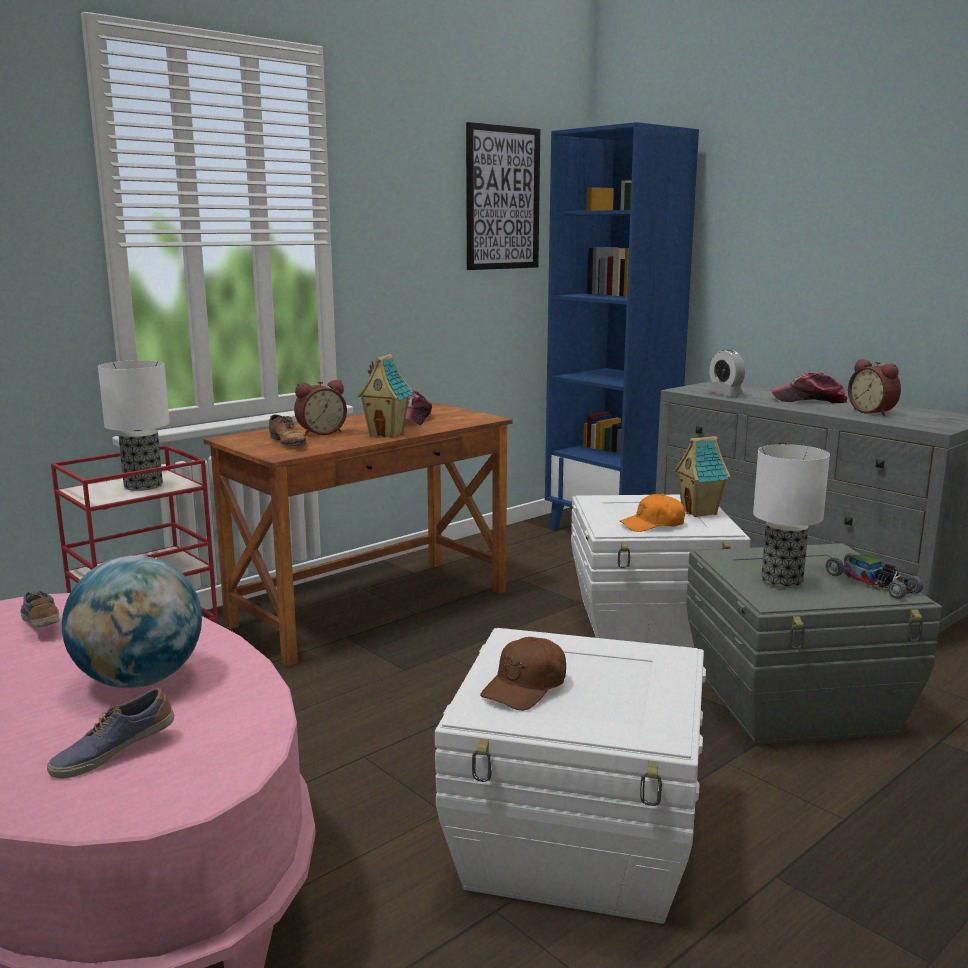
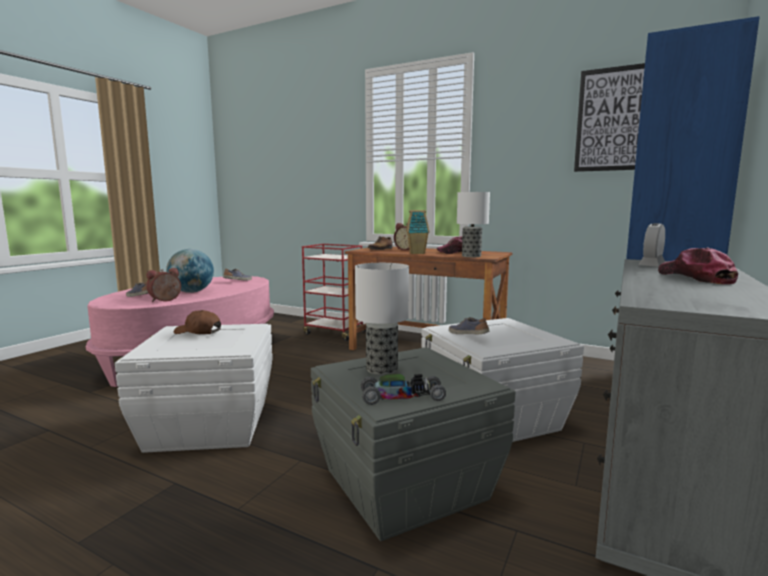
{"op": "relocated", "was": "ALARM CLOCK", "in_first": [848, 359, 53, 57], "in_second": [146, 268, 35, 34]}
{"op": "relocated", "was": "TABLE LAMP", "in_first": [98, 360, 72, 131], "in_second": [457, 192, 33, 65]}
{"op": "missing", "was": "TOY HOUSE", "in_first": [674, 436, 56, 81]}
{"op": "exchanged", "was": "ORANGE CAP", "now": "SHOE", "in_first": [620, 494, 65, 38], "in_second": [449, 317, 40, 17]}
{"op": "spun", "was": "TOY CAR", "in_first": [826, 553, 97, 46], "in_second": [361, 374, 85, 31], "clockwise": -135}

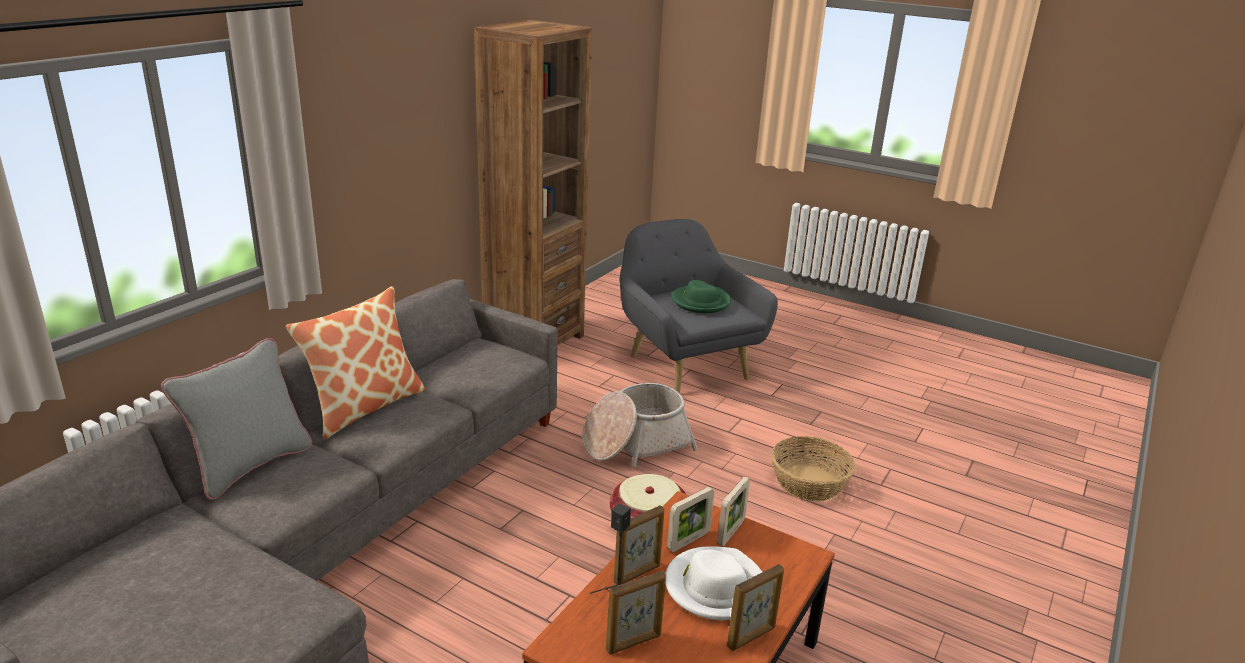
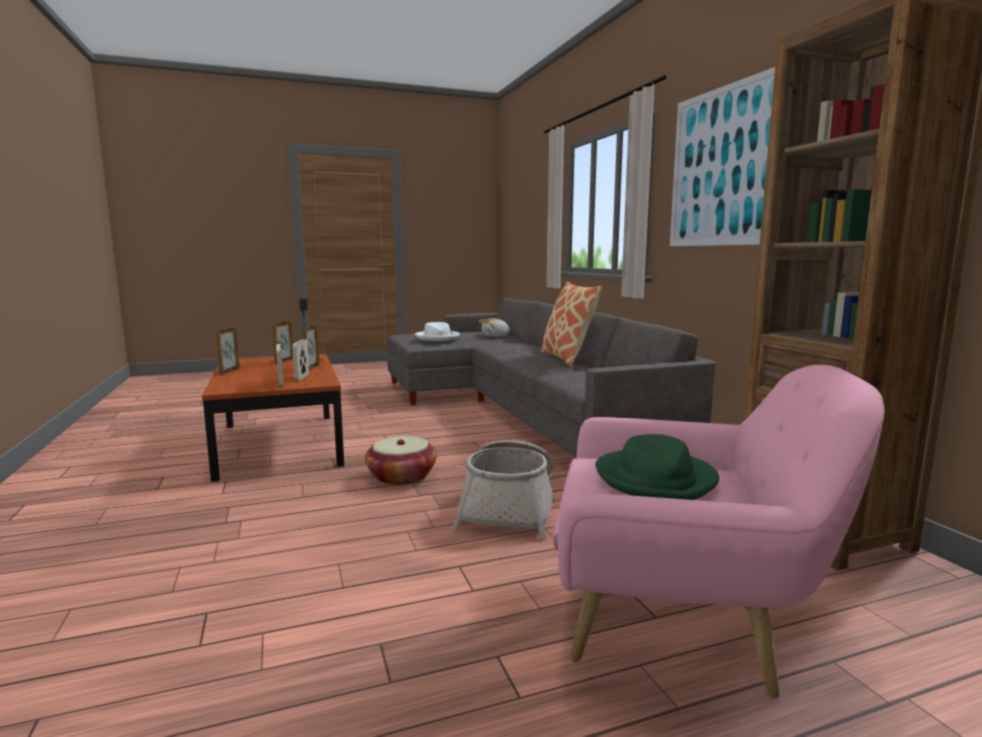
{"op": "colour", "was": "GREY ARMCHAIR", "now": "PINK ARMCHAIR", "in_first": [620, 219, 158, 174], "in_second": [553, 365, 332, 333]}
{"op": "missing", "was": "GREY PILLOW", "in_first": [161, 338, 151, 162]}
{"op": "missing", "was": "BASKET", "in_first": [771, 436, 84, 65]}
{"op": "relocated", "was": "WHITE HAT", "in_first": [665, 546, 97, 74], "in_second": [415, 322, 45, 19]}
{"op": "appeared", "now": "PICTURE", "in_second": [670, 67, 105, 179]}
{"op": "appeared", "now": "PLUSH TOY", "in_second": [479, 318, 32, 19]}

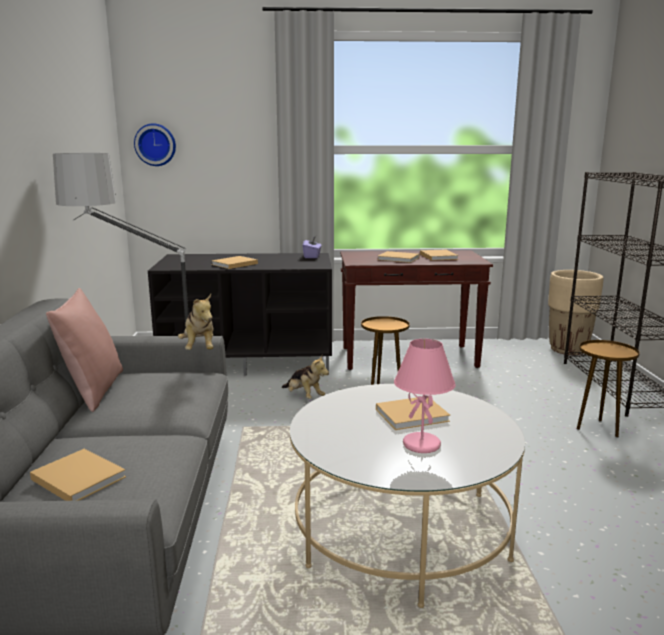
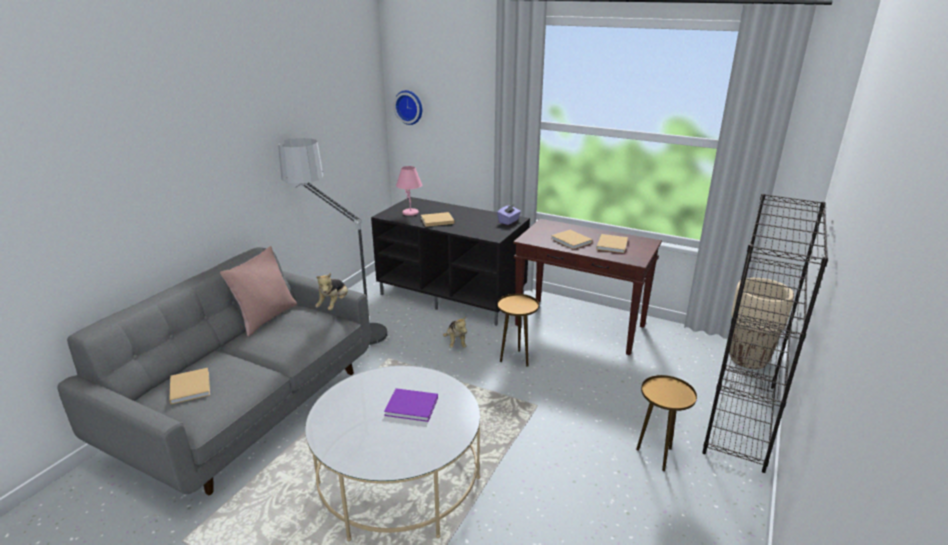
{"op": "relocated", "was": "PINK TABLE LAMP", "in_first": [394, 339, 62, 114], "in_second": [396, 166, 26, 50]}
{"op": "colour", "was": "BEIGE BOOK", "now": "PURPLE BOOK", "in_first": [376, 397, 74, 33], "in_second": [384, 388, 54, 34]}

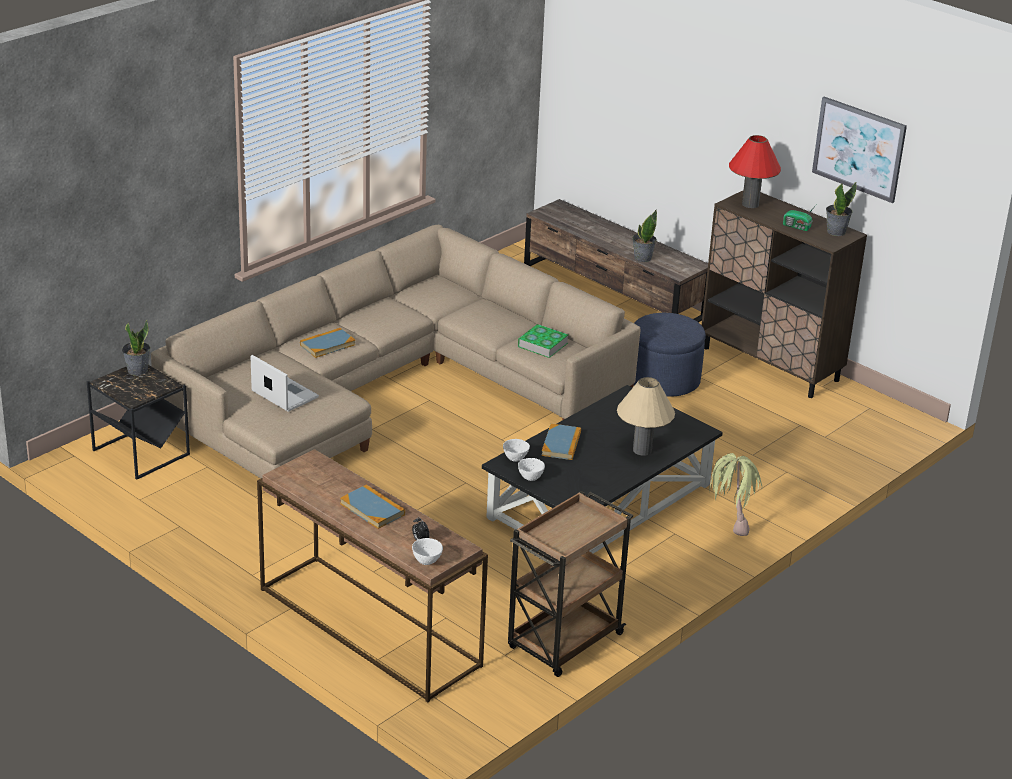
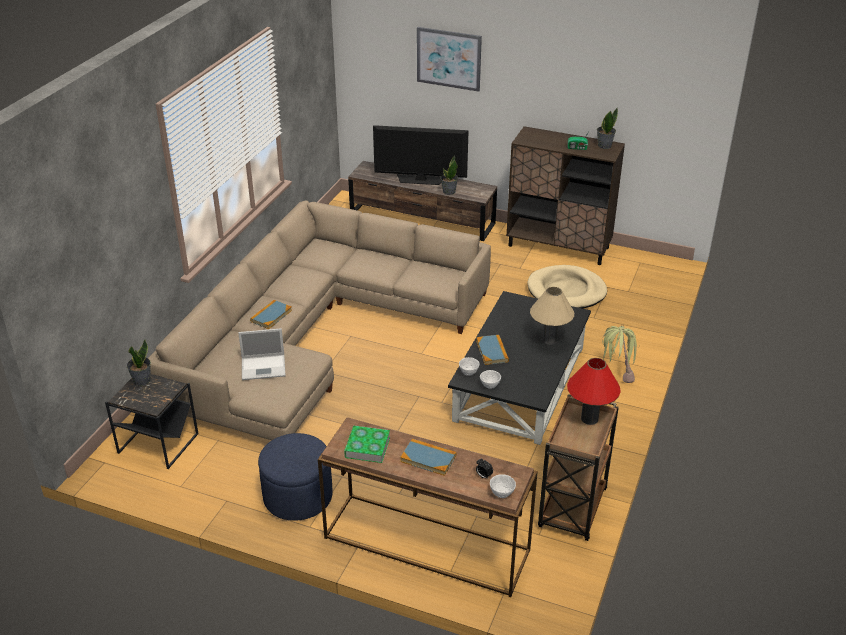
{"op": "relocated", "was": "PICTURE", "in_first": [812, 96, 95, 107], "in_second": [417, 27, 65, 65]}
{"op": "relocated", "was": "RED TABLE LAMP", "in_first": [729, 135, 52, 73], "in_second": [567, 358, 54, 67]}
{"op": "relocated", "was": "BLUE OTTOMAN", "in_first": [634, 313, 72, 84], "in_second": [258, 433, 75, 88]}
{"op": "relocated", "was": "BOOK", "in_first": [518, 324, 50, 34], "in_second": [344, 426, 46, 37]}
{"op": "spun", "was": "LAPTOP", "in_first": [250, 355, 69, 57], "in_second": [238, 328, 48, 52], "clockwise": 150}
{"op": "appeared", "now": "TELEVISION", "in_second": [373, 125, 96, 60]}
{"op": "appeared", "now": "BEIGE DOG BED", "in_second": [527, 265, 80, 44]}

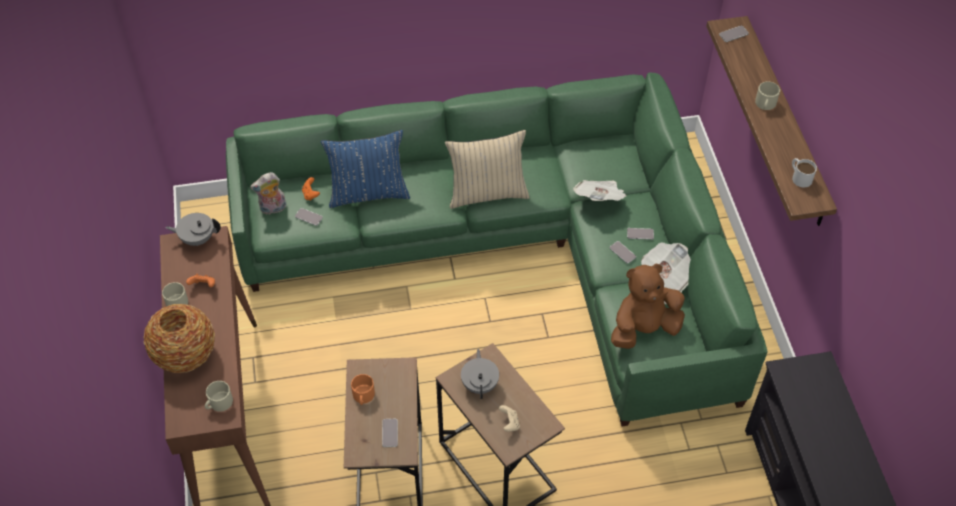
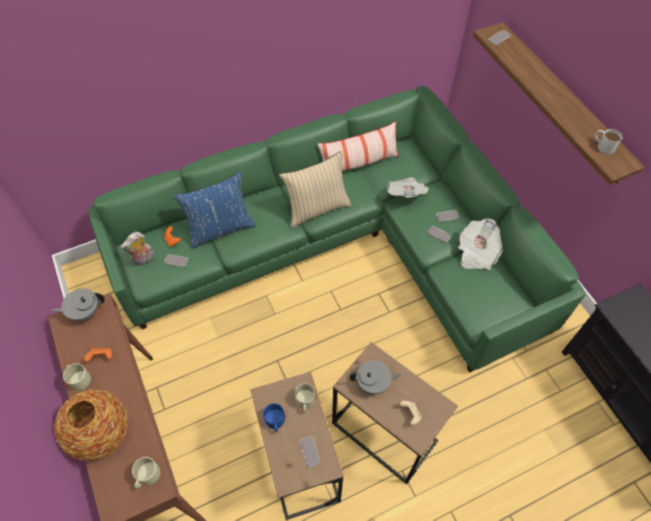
{"op": "relocated", "was": "BEIGE MUG", "in_first": [755, 82, 25, 28], "in_second": [295, 383, 20, 29]}
{"op": "missing", "was": "BROWN PLUSH TOY", "in_first": [611, 264, 74, 85]}
{"op": "spun", "was": "GREY TEAPOT", "in_first": [461, 349, 38, 50], "in_second": [350, 360, 51, 34], "clockwise": 105}
{"op": "colour", "was": "ORANGE MUG", "now": "BLUE MUG", "in_first": [351, 374, 24, 31], "in_second": [263, 403, 22, 29]}
{"op": "appeared", "now": "PILLOW", "in_second": [318, 121, 81, 50]}

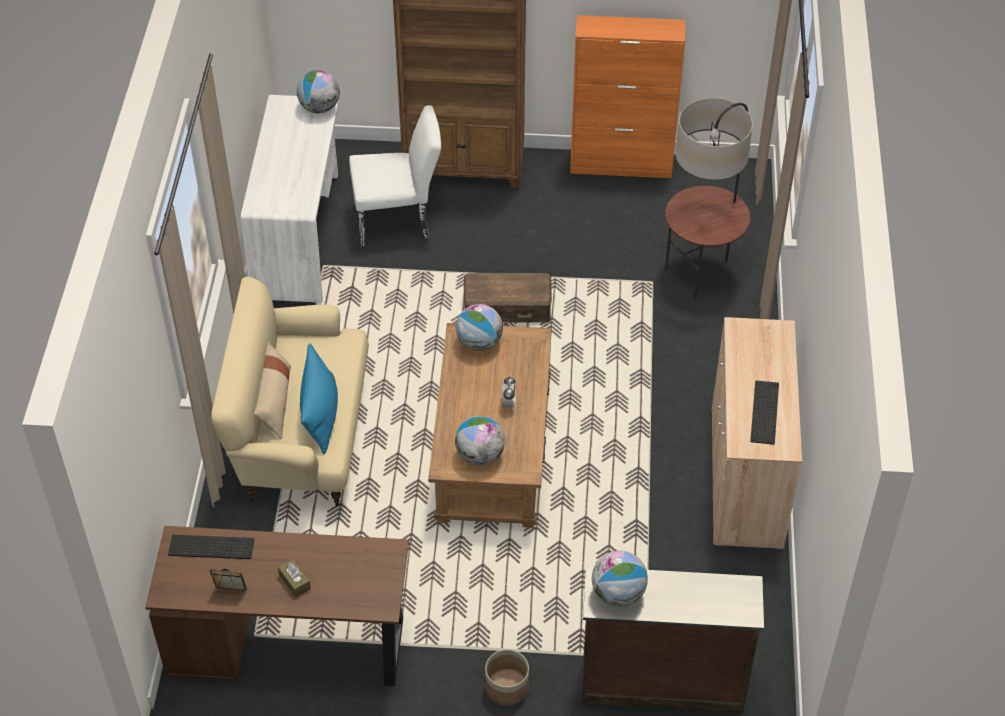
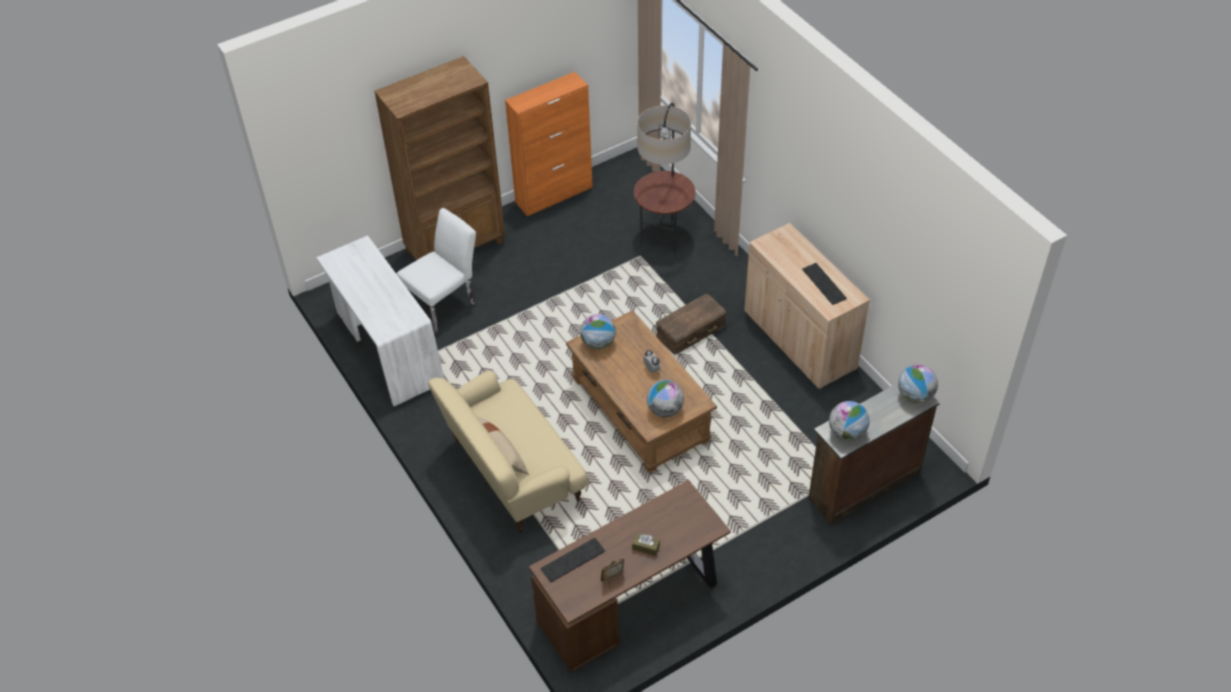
{"op": "relocated", "was": "GLOBE", "in_first": [297, 70, 43, 43], "in_second": [898, 364, 40, 39]}
{"op": "relocated", "was": "BROWN STORAGE BOX", "in_first": [463, 273, 89, 49], "in_second": [656, 294, 70, 61]}
{"op": "missing", "was": "BLUE PILLOW", "in_first": [300, 343, 38, 111]}
{"op": "missing", "was": "PLANTER", "in_first": [485, 649, 44, 56]}

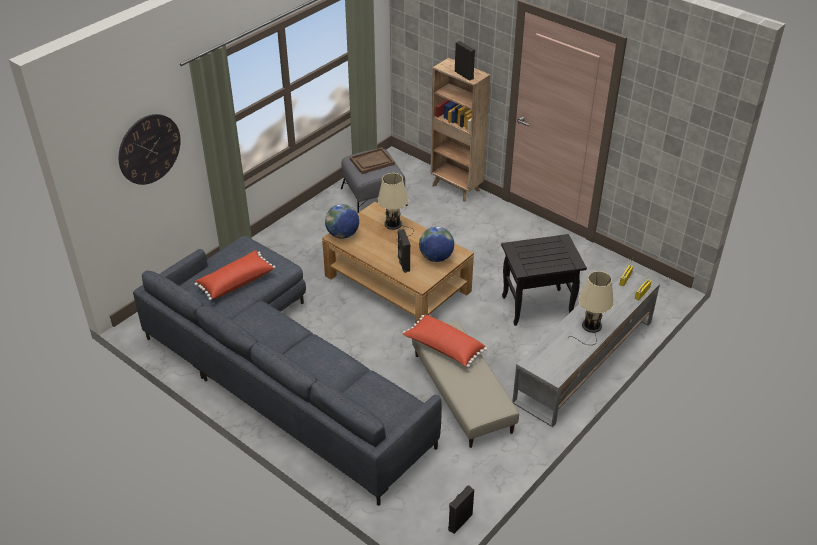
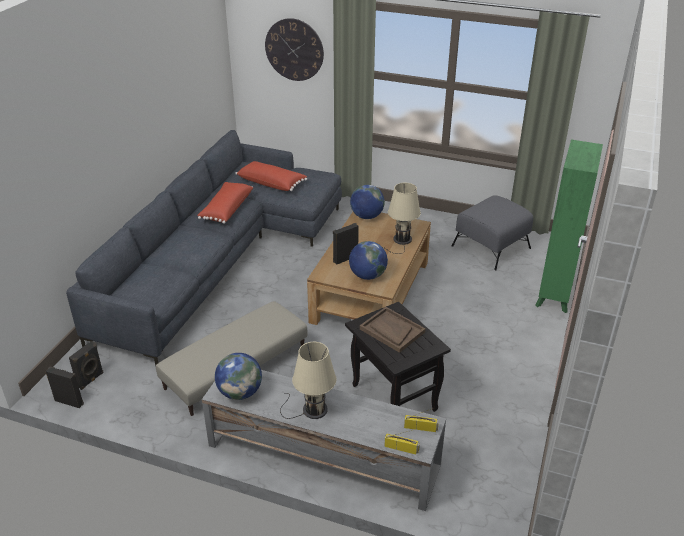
{"op": "relocated", "was": "BLACK SPEAKER", "in_first": [455, 41, 20, 40], "in_second": [69, 341, 35, 49]}
{"op": "colour", "was": "BROWN BOOKCASE", "now": "GREEN BOOKCASE", "in_first": [431, 58, 59, 144], "in_second": [535, 140, 68, 173]}
{"op": "relocated", "was": "BROWN TRAY", "in_first": [350, 148, 45, 26], "in_second": [360, 307, 66, 46]}
{"op": "relocated", "was": "RED PILLOW", "in_first": [403, 315, 84, 53], "in_second": [197, 182, 56, 42]}
{"op": "appeared", "now": "GLOBE", "in_second": [215, 353, 47, 47]}

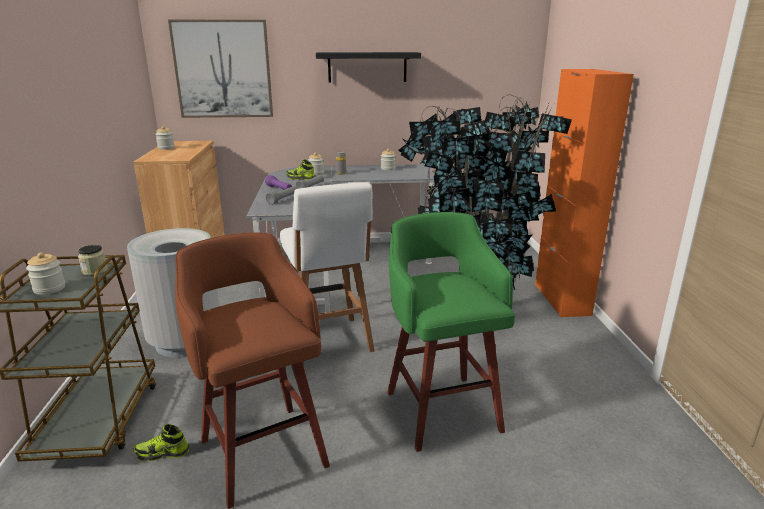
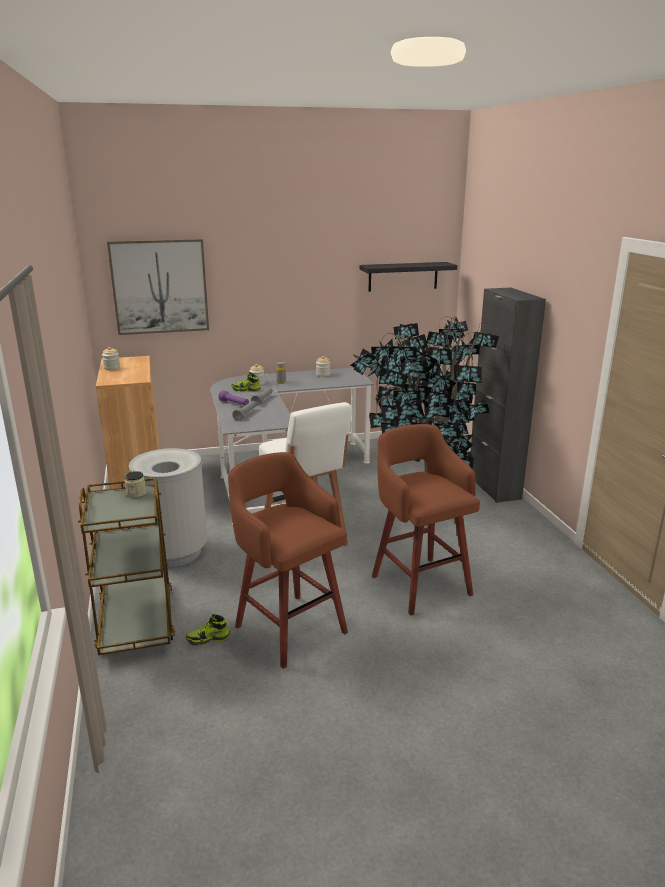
{"op": "relocated", "was": "BLACK SHELF", "in_first": [316, 52, 105, 30], "in_second": [359, 262, 98, 30]}
{"op": "colour", "was": "ORANGE CABINET", "now": "BLACK CABINET", "in_first": [535, 69, 99, 248], "in_second": [471, 287, 75, 216]}
{"op": "colour", "was": "GREEN STOOL", "now": "BROWN STOOL", "in_first": [387, 212, 128, 240], "in_second": [372, 424, 108, 192]}
{"op": "missing", "was": "JAR", "in_first": [26, 253, 39, 42]}

